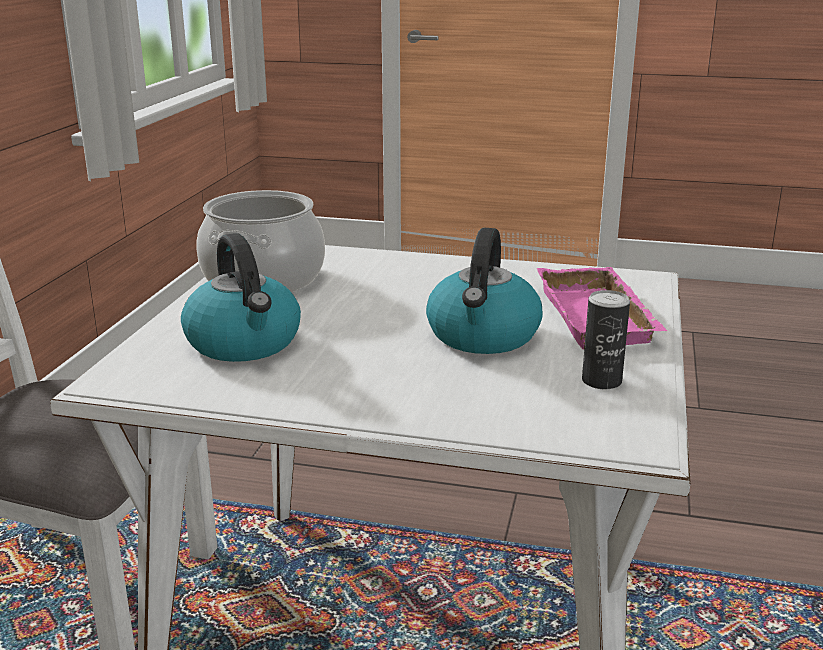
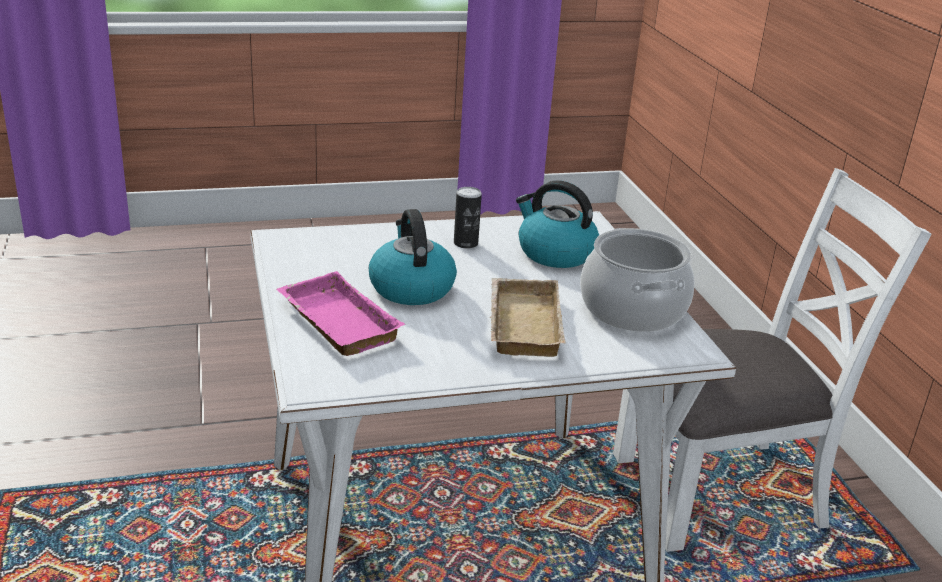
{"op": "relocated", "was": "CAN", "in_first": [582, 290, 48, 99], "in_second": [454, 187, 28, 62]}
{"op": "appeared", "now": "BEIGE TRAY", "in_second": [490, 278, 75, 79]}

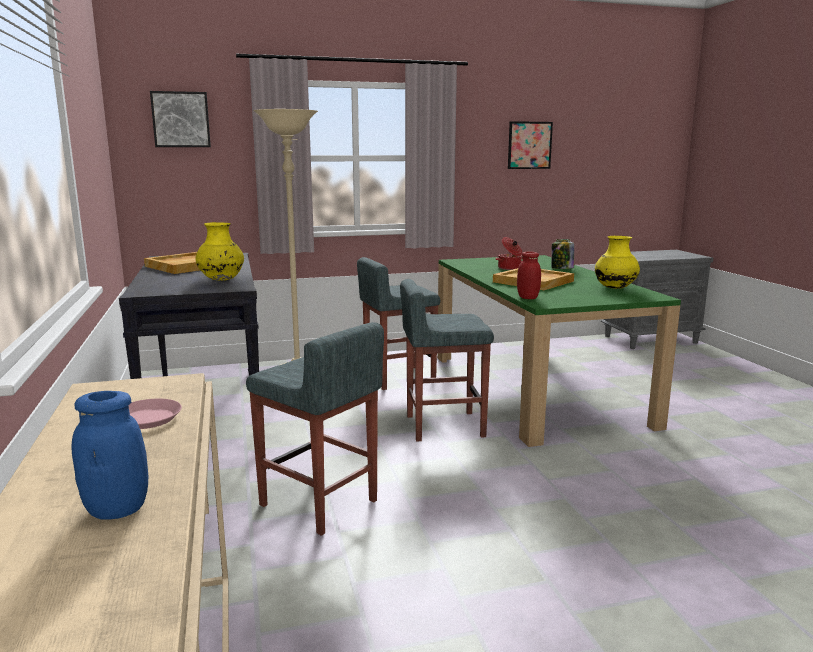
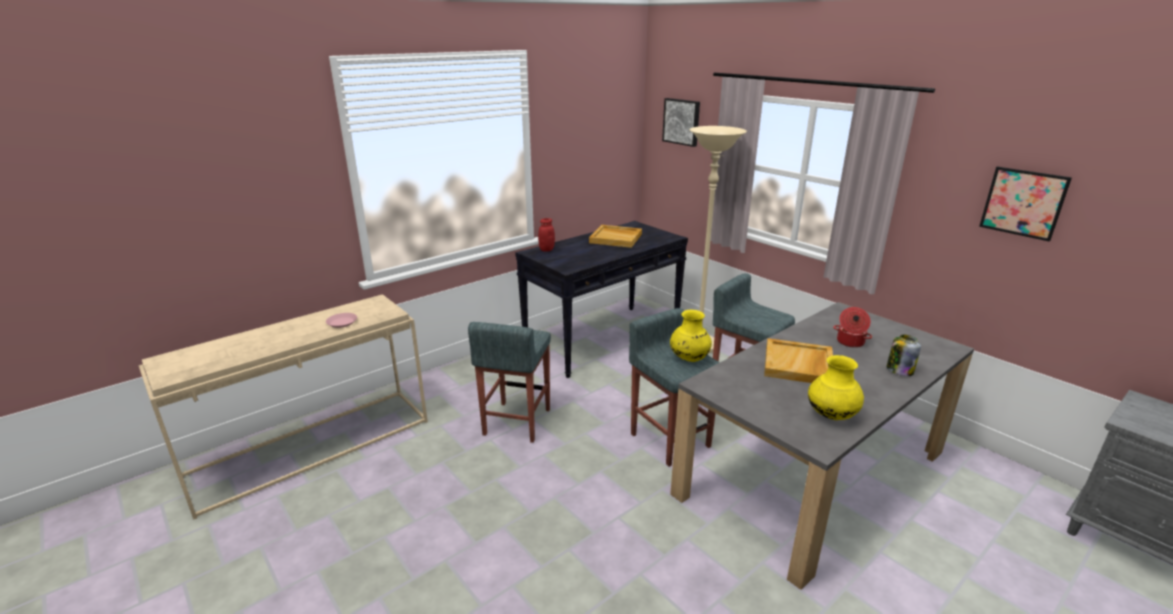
{"op": "relocated", "was": "YELLOW VASE", "in_first": [196, 222, 48, 59], "in_second": [670, 310, 42, 52]}
{"op": "relocated", "was": "RED JAR", "in_first": [517, 251, 24, 48], "in_second": [538, 218, 17, 34]}
{"op": "colour", "was": "GREEN DINING TABLE", "now": "GREY DINING TABLE", "in_first": [437, 255, 244, 192], "in_second": [670, 302, 304, 288]}
{"op": "missing", "was": "BLUE JAR", "in_first": [72, 391, 76, 129]}

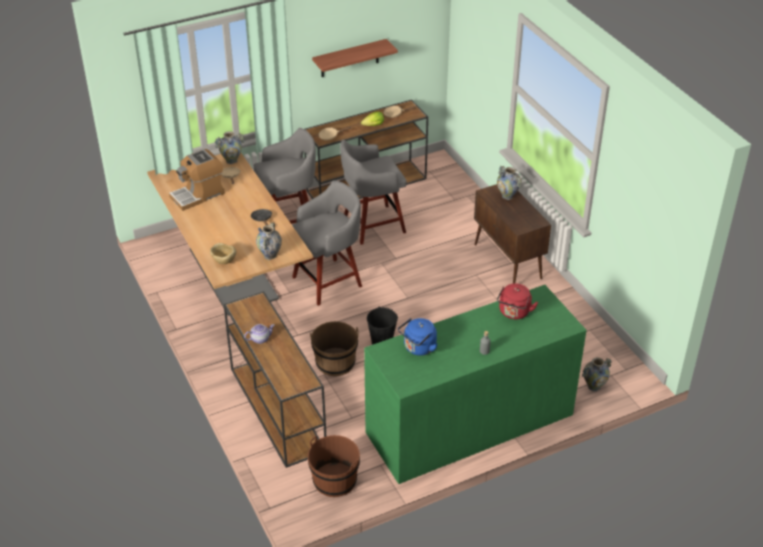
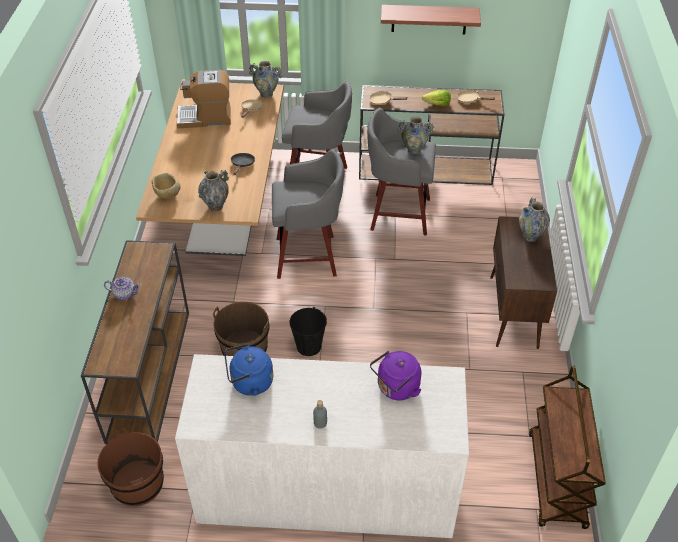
{"op": "colour", "was": "RED KETTLE", "now": "PURPLE KETTLE", "in_first": [497, 283, 41, 36], "in_second": [370, 351, 51, 49]}
{"op": "colour", "was": "GREEN DRESSER", "now": "WHITE DRESSER", "in_first": [364, 285, 223, 199], "in_second": [175, 354, 294, 184]}
{"op": "relocated", "was": "VASE", "in_first": [582, 357, 30, 34], "in_second": [398, 117, 36, 38]}
{"op": "appeared", "now": "BROWN CART", "in_second": [529, 366, 77, 163]}

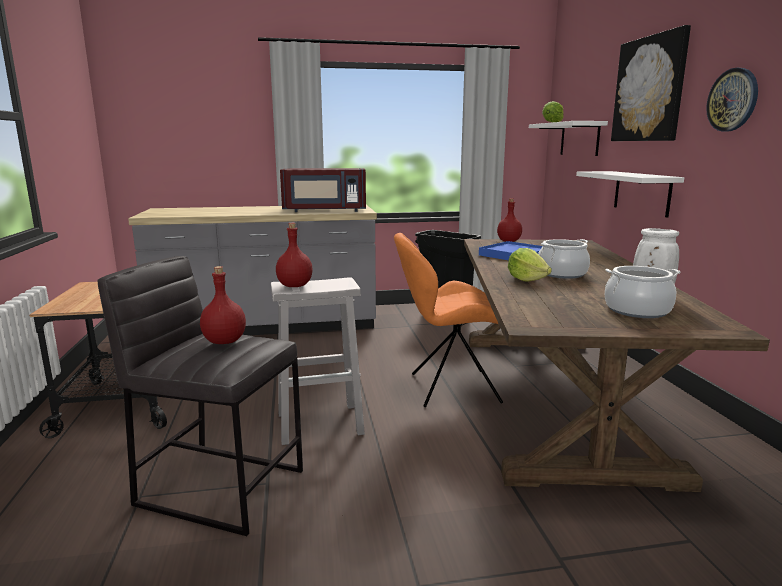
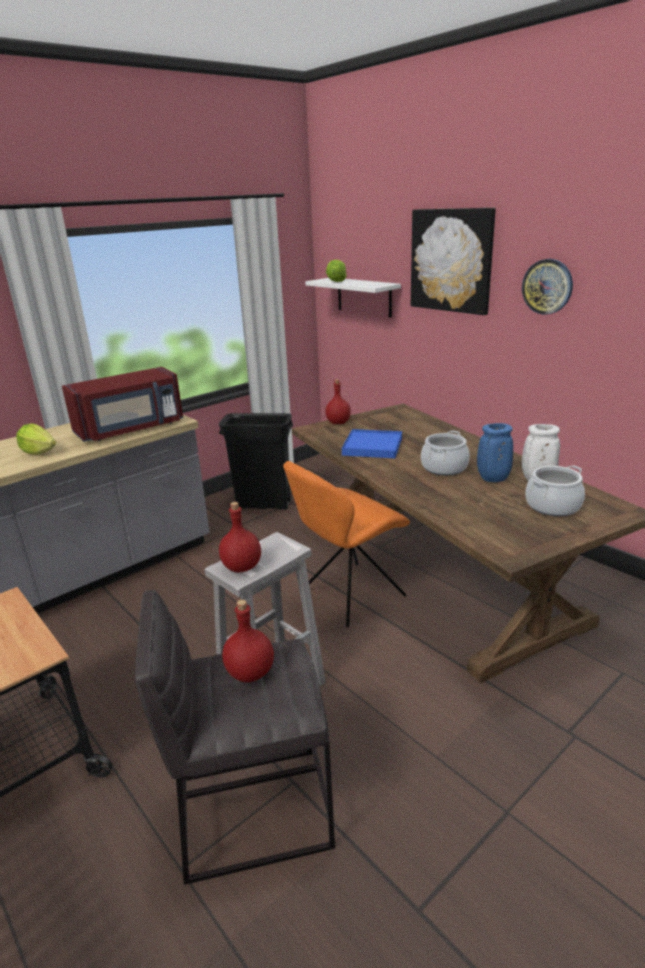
{"op": "missing", "was": "WHITE SHELF", "in_first": [576, 171, 108, 47]}
{"op": "relocated", "was": "LETTUCE", "in_first": [508, 248, 44, 33], "in_second": [16, 423, 40, 32]}
{"op": "appeared", "now": "BLUE VASE", "in_second": [477, 423, 36, 59]}

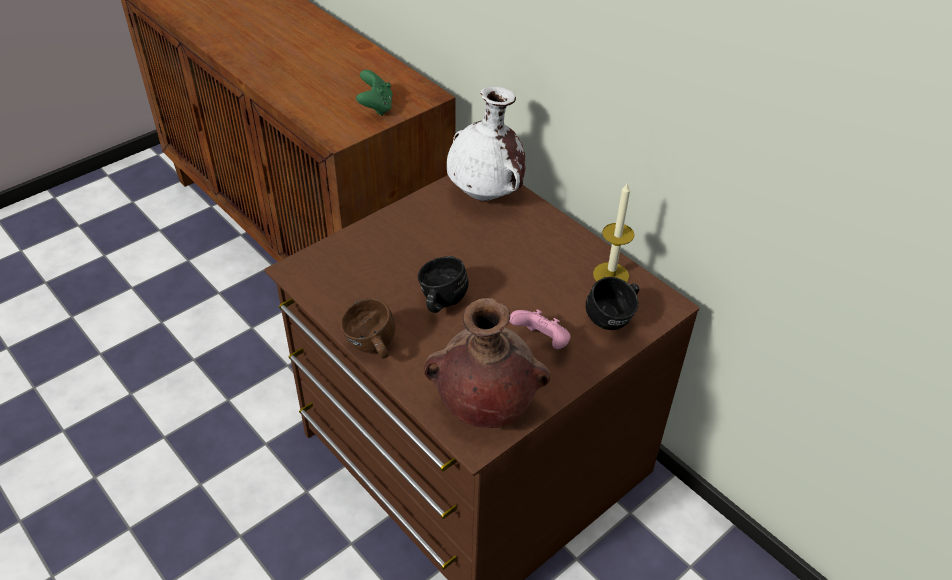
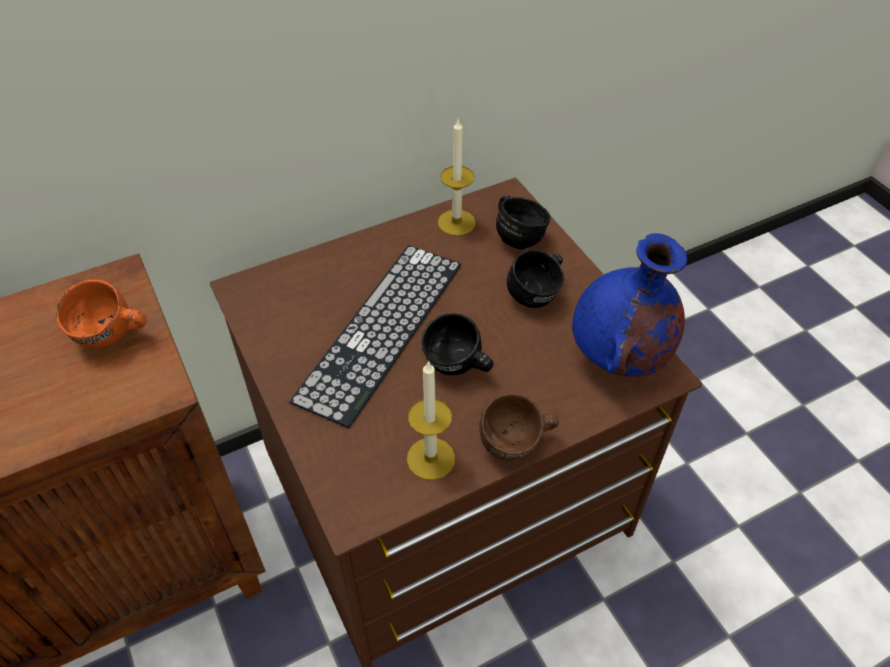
{"op": "exchanged", "was": "GREEN GAME CONTROLLER", "now": "ORANGE MUG", "in_first": [356, 70, 37, 46], "in_second": [56, 280, 91, 68]}
{"op": "missing", "was": "WHITE VASE", "in_first": [447, 86, 79, 115]}
{"op": "colour", "was": "BROWN VASE", "now": "BLUE VASE", "in_first": [424, 298, 126, 130], "in_second": [572, 233, 115, 144]}
{"op": "exchanged", "was": "PINK GAME CONTROLLER", "now": "BLACK MUG", "in_first": [510, 309, 61, 40], "in_second": [507, 249, 57, 59]}
{"op": "appeared", "now": "KEYBOARD", "in_second": [289, 245, 172, 183]}
{"op": "appeared", "now": "CANDLE", "in_second": [407, 360, 48, 120]}

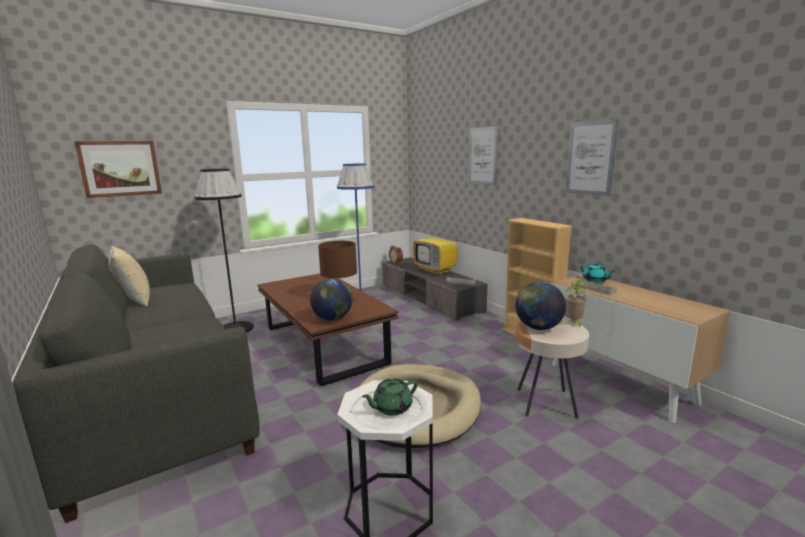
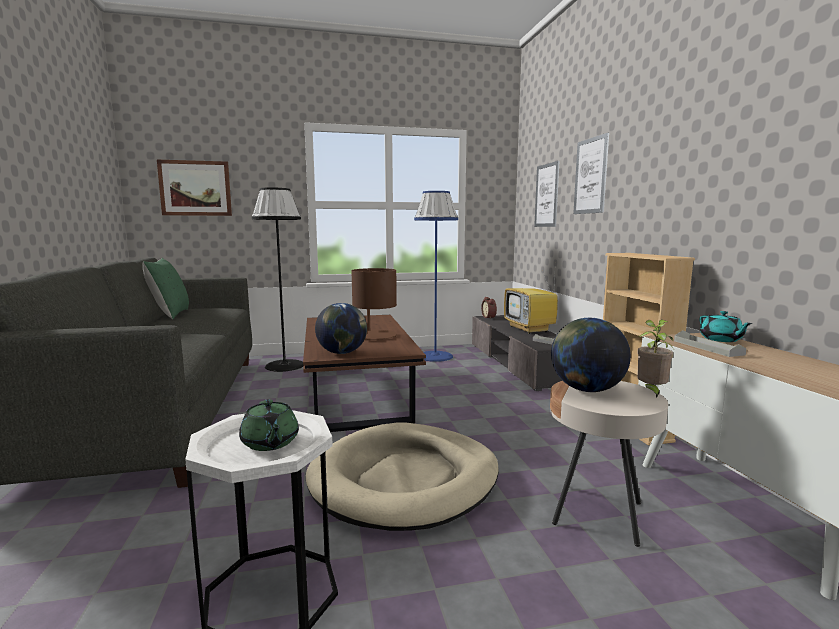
{"op": "relocated", "was": "PICTURE", "in_first": [565, 119, 53, 77], "in_second": [534, 161, 25, 66]}
{"op": "colour", "was": "BEIGE PILLOW", "now": "GREEN PILLOW", "in_first": [108, 246, 42, 61], "in_second": [143, 258, 46, 61]}
{"op": "spun", "was": "GREEN TEAPOT", "in_first": [362, 379, 56, 37], "in_second": [239, 399, 60, 52], "clockwise": -105}

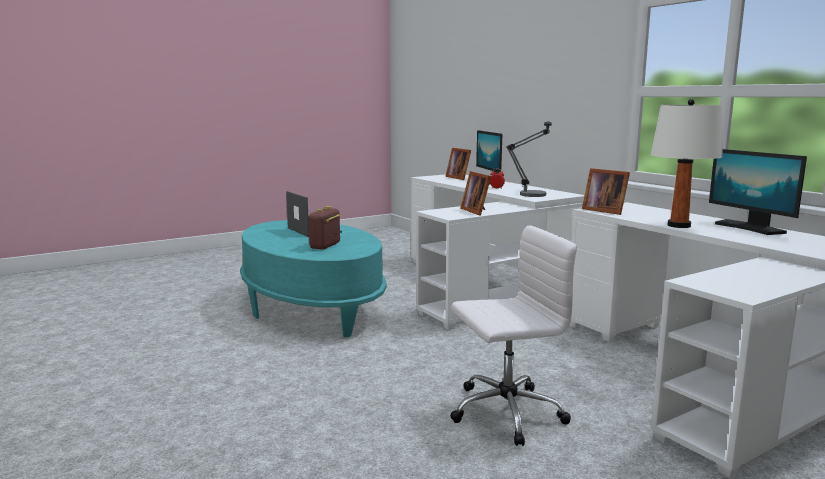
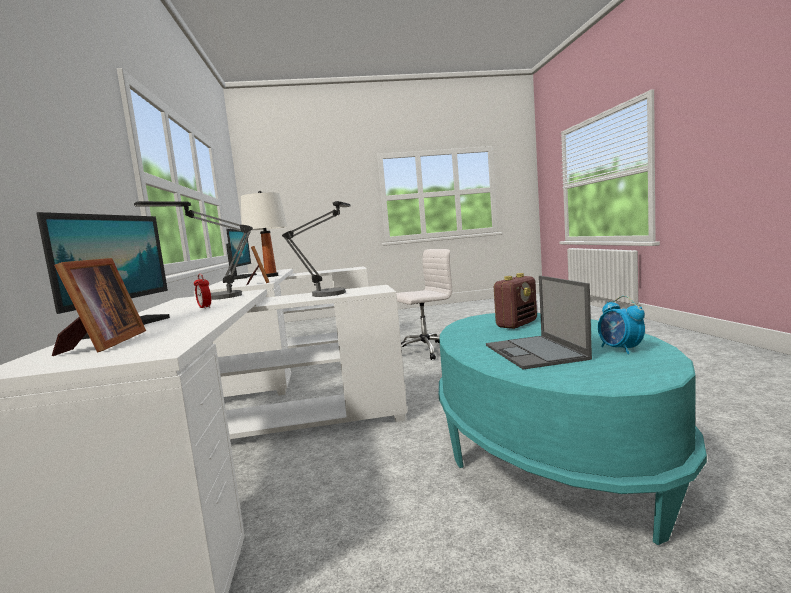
{"op": "exchanged", "was": "PICTURE FRAME", "now": "TABLE LAMP", "in_first": [461, 171, 30, 45], "in_second": [282, 201, 68, 96]}
{"op": "spun", "was": "WHITE OFFICE CHAIR", "in_first": [451, 225, 126, 221], "in_second": [396, 249, 56, 111], "clockwise": 150}
{"op": "appeared", "now": "ALARM CLOCK", "in_second": [598, 296, 47, 58]}

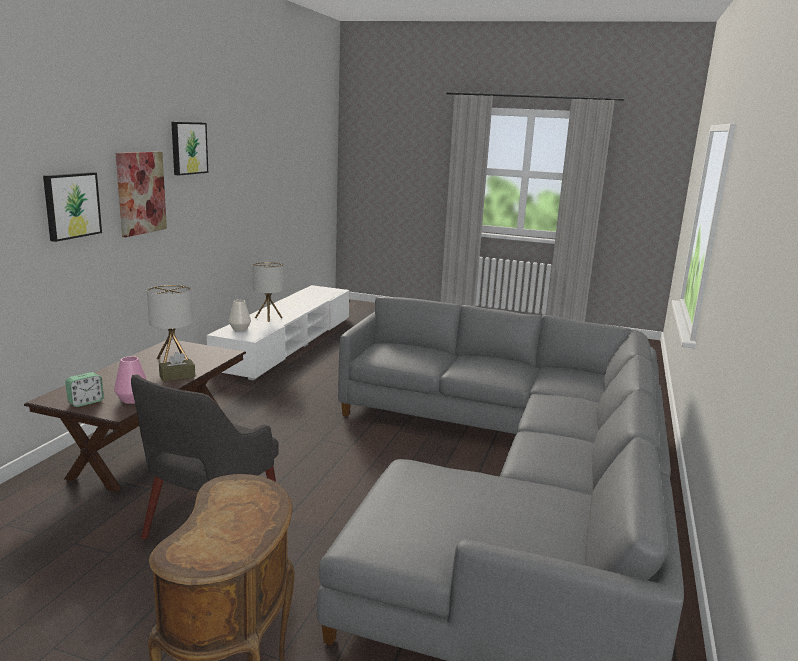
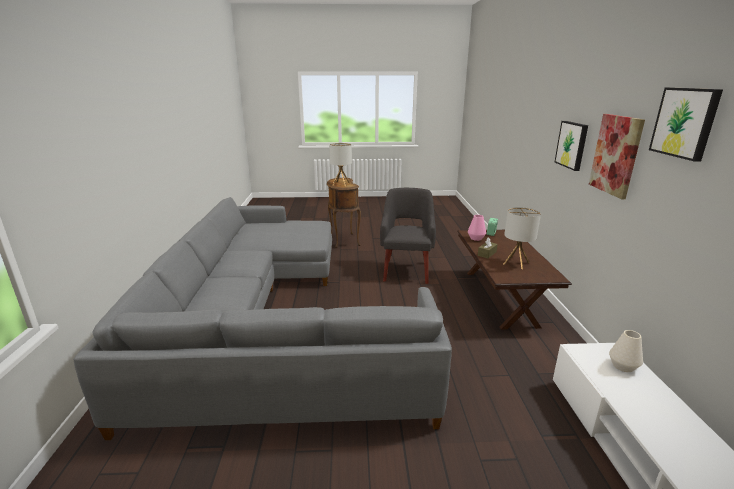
{"op": "relocated", "was": "TABLE LAMP", "in_first": [252, 262, 32, 60], "in_second": [329, 143, 23, 43]}

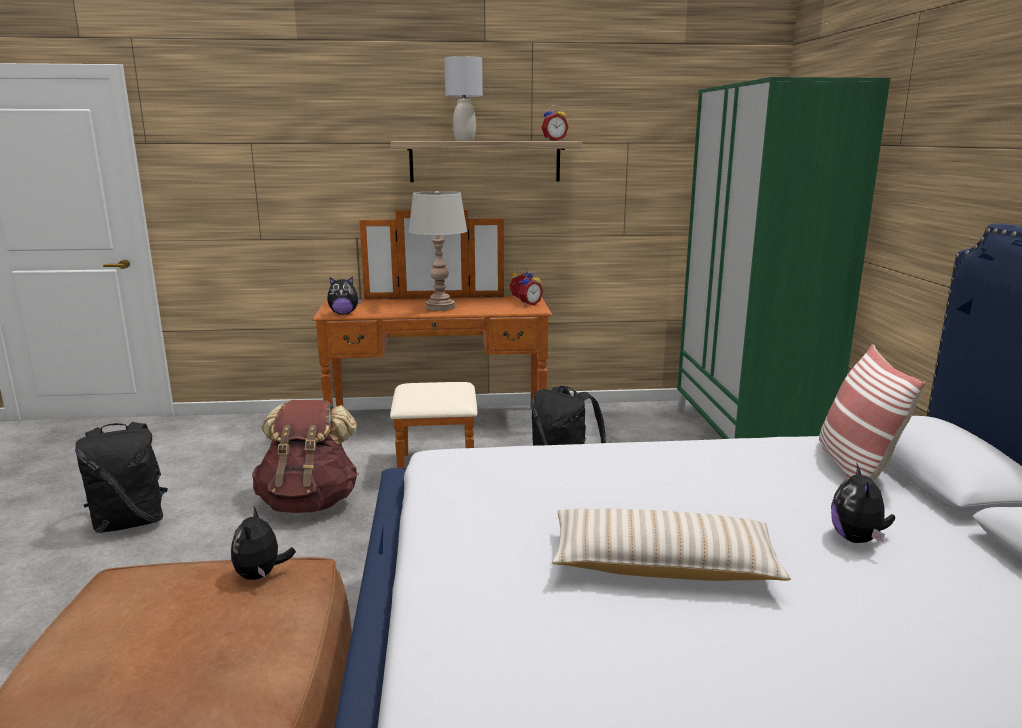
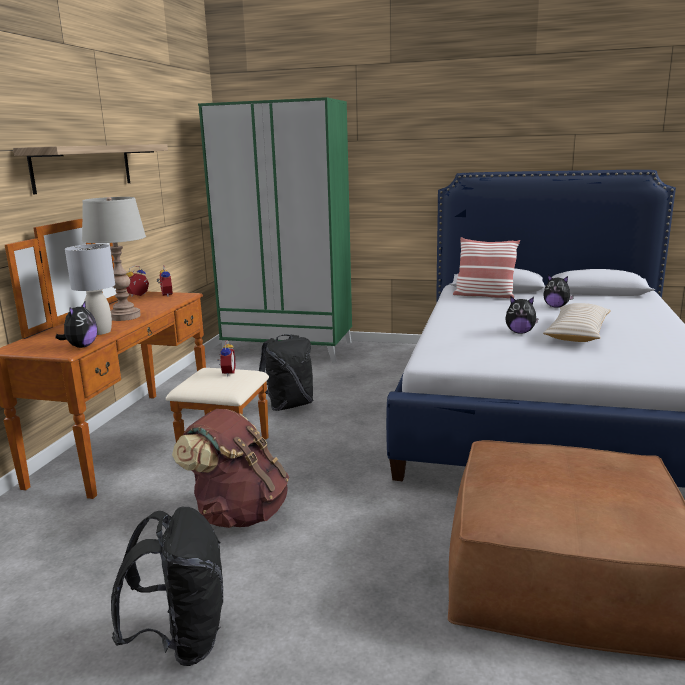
{"op": "relocated", "was": "GREY TABLE LAMP", "in_first": [444, 56, 39, 85], "in_second": [65, 244, 50, 91]}
{"op": "relocated", "was": "ALARM CLOCK", "in_first": [541, 105, 28, 36], "in_second": [219, 340, 16, 37]}
{"op": "relocated", "was": "PLUSH TOY", "in_first": [231, 507, 65, 73], "in_second": [505, 297, 34, 37]}

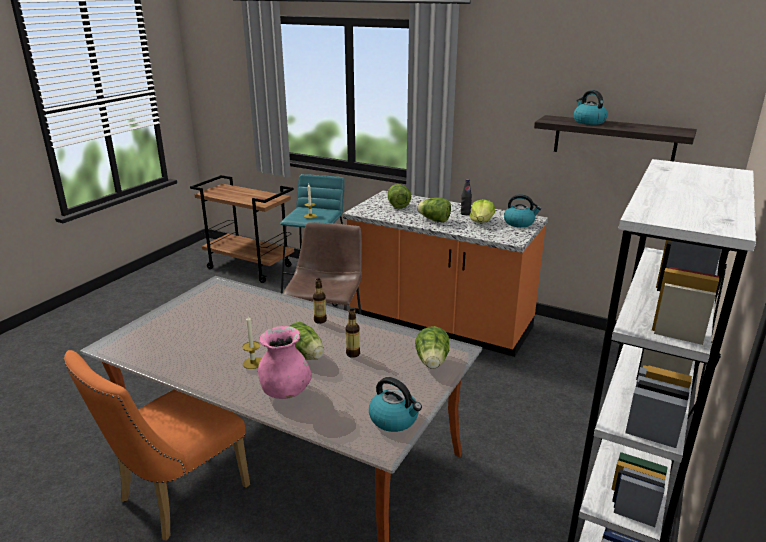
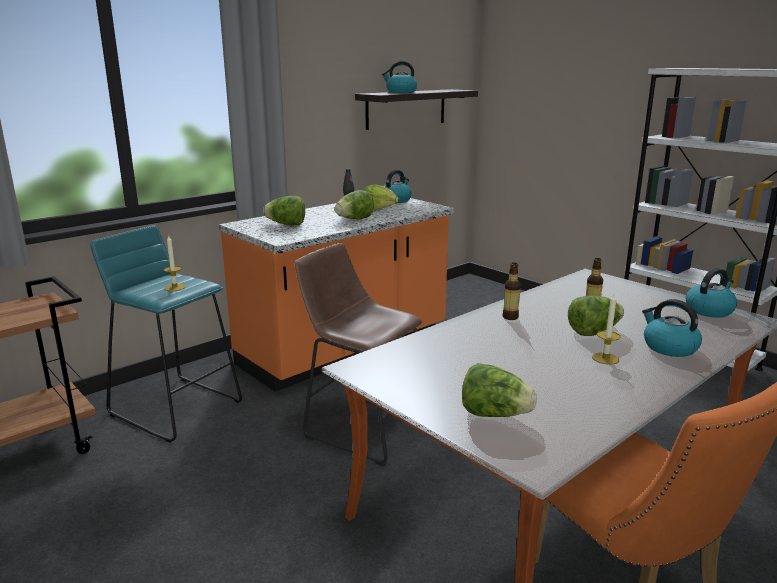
{"op": "exchanged", "was": "PINK VASE", "now": "KETTLE", "in_first": [258, 326, 54, 73], "in_second": [642, 299, 60, 58]}
{"op": "relocated", "was": "LETTUCE", "in_first": [415, 326, 34, 43], "in_second": [462, 363, 75, 54]}

